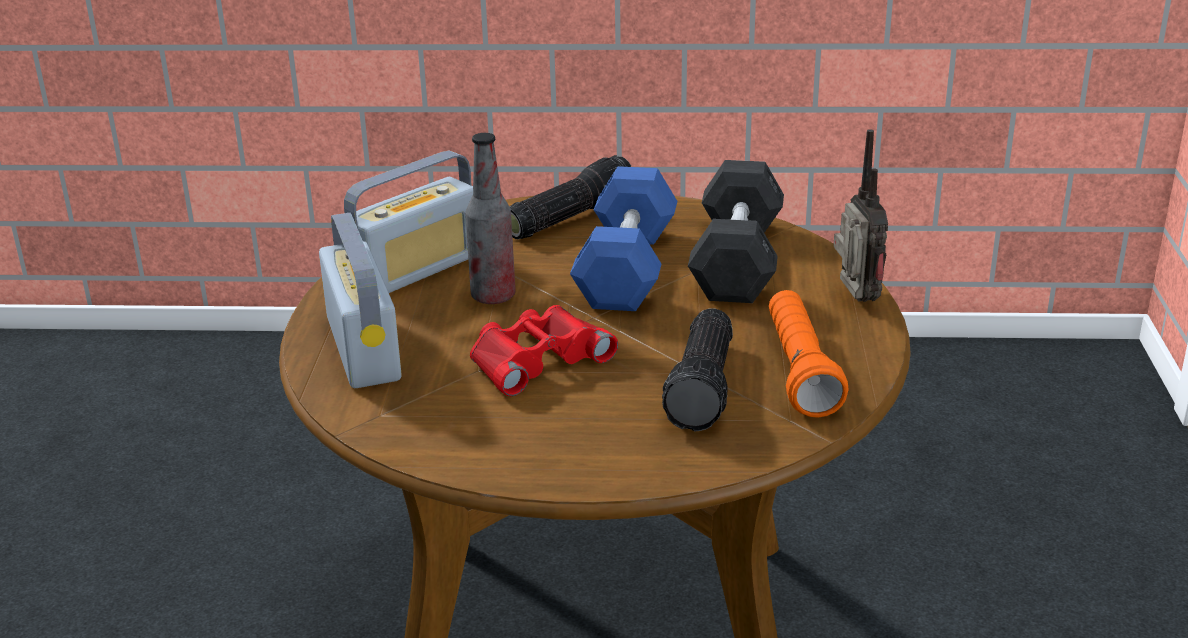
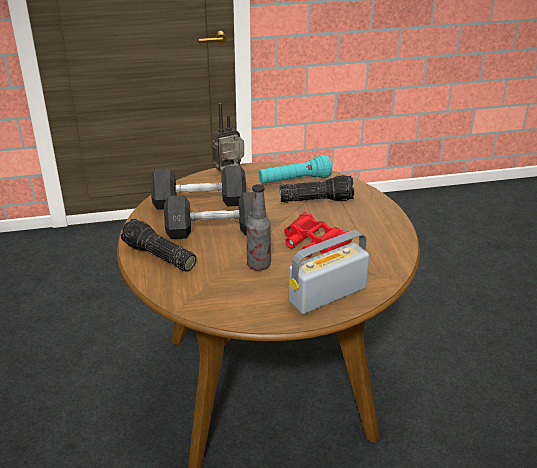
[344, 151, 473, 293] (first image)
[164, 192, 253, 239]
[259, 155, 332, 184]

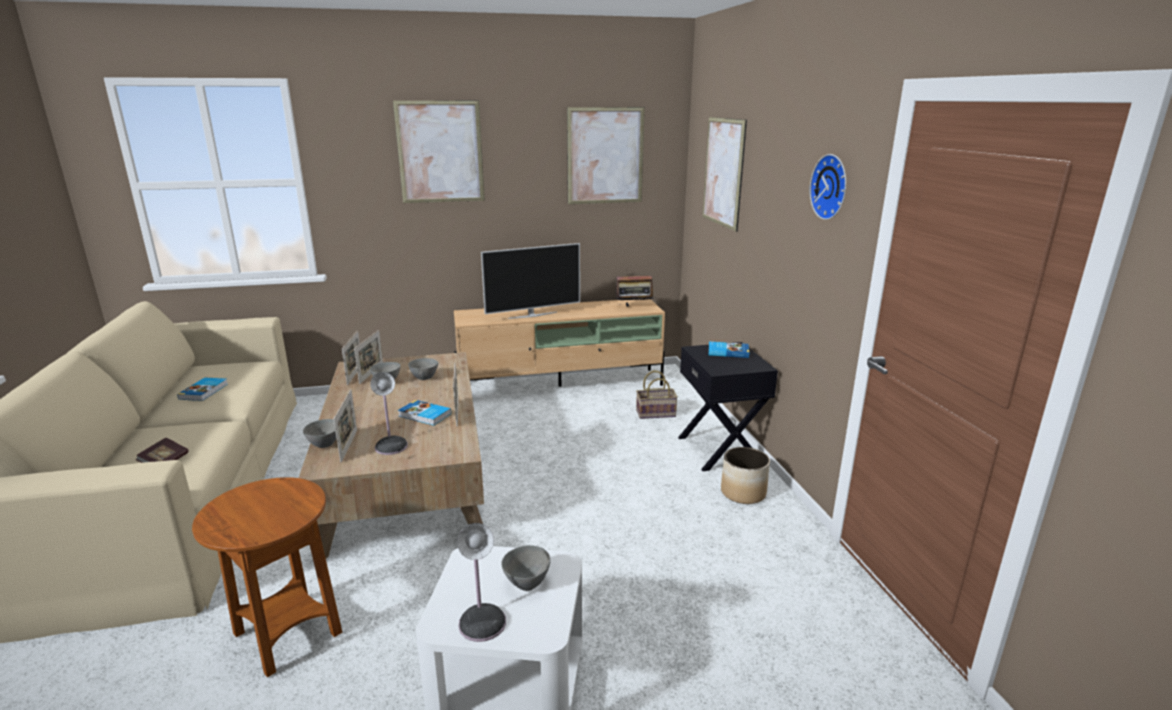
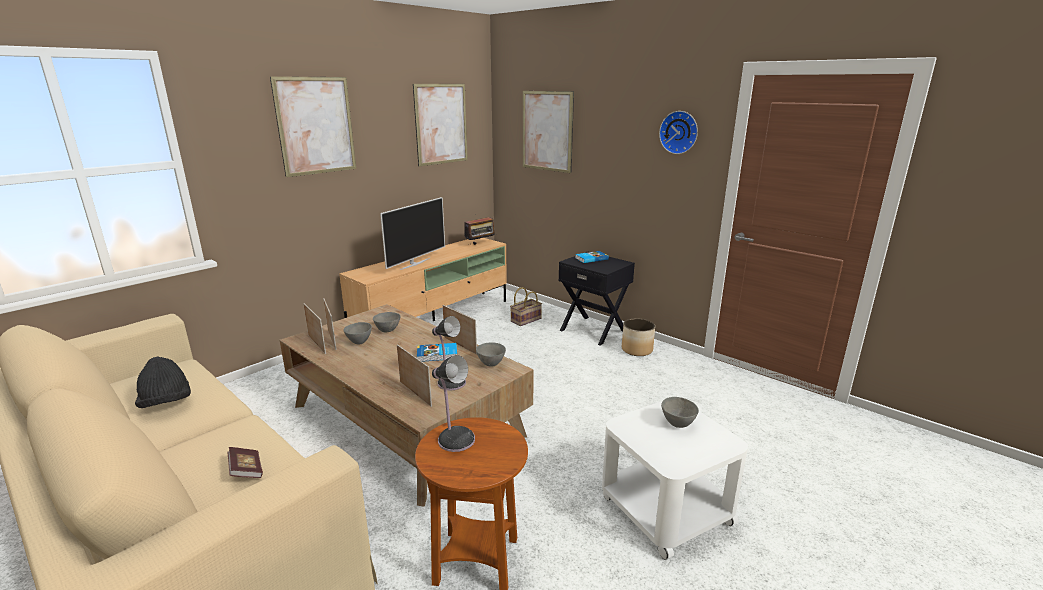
[476, 342, 506, 366]
[432, 355, 475, 452]
[135, 357, 191, 408]

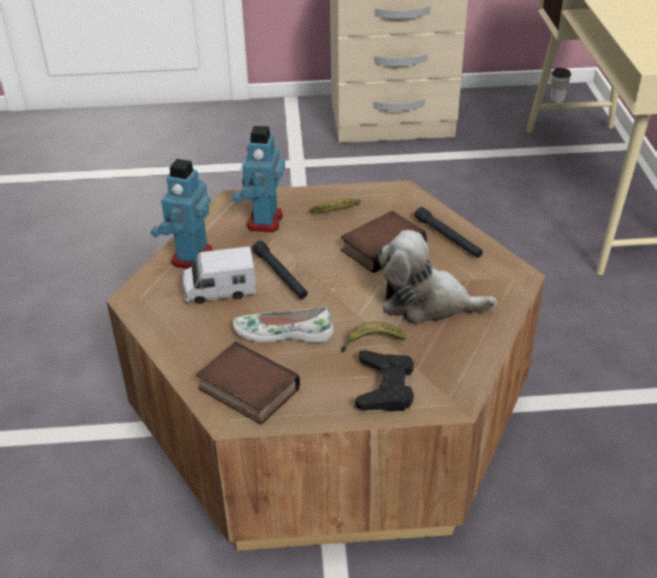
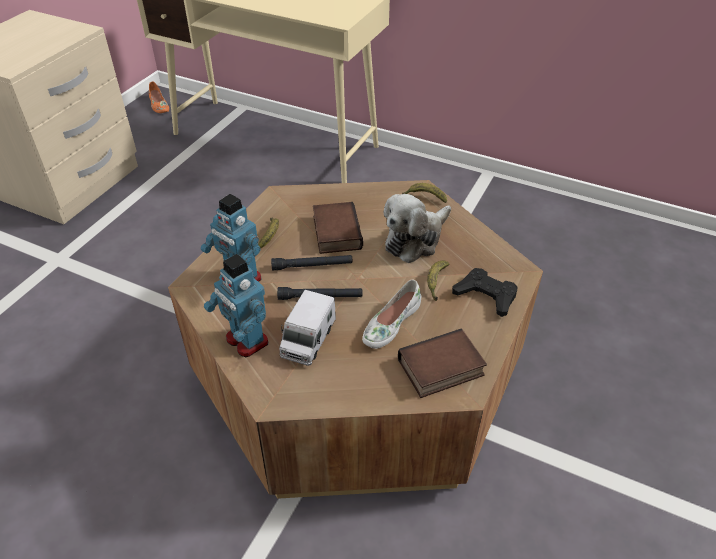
[402, 183, 447, 203]
[271, 255, 352, 270]
[149, 81, 169, 113]

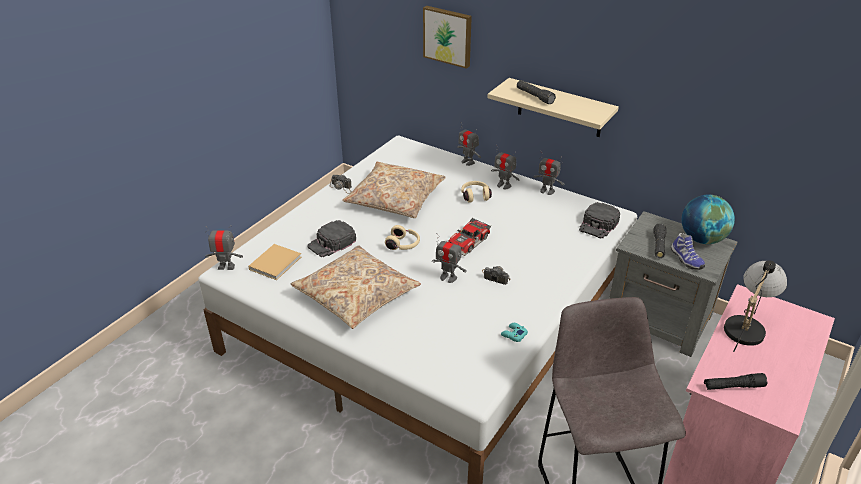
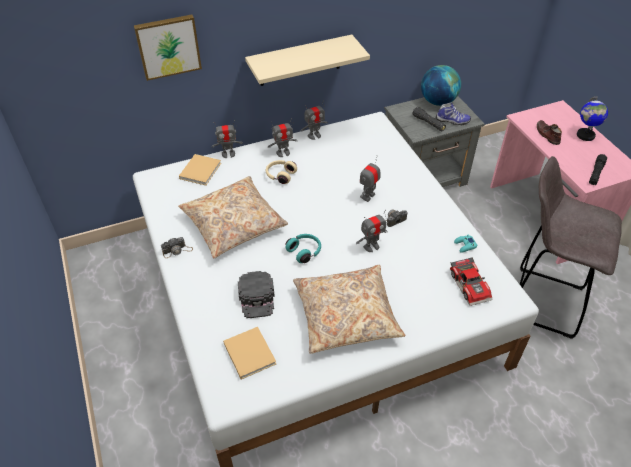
[517, 80, 556, 104] (first image)
[579, 202, 620, 239] (first image)
[179, 154, 221, 186]
[577, 96, 608, 141]
[360, 162, 380, 202]
[450, 258, 493, 306]
[537, 120, 562, 145]
[285, 234, 321, 263]

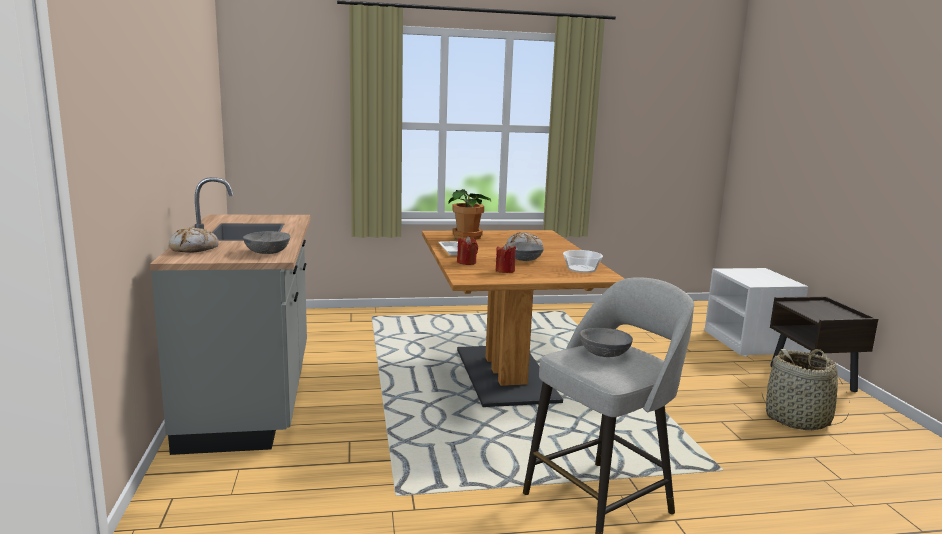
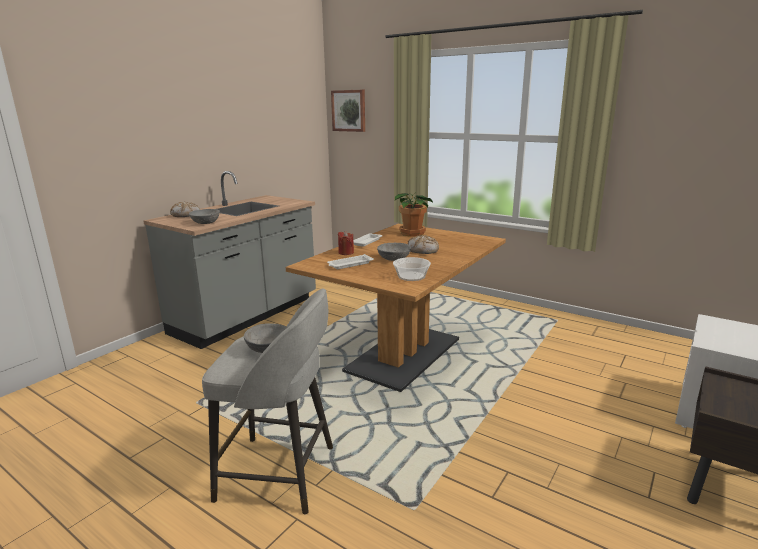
[762, 349, 850, 430] (first image)
[331, 90, 365, 132]
[327, 254, 374, 269]

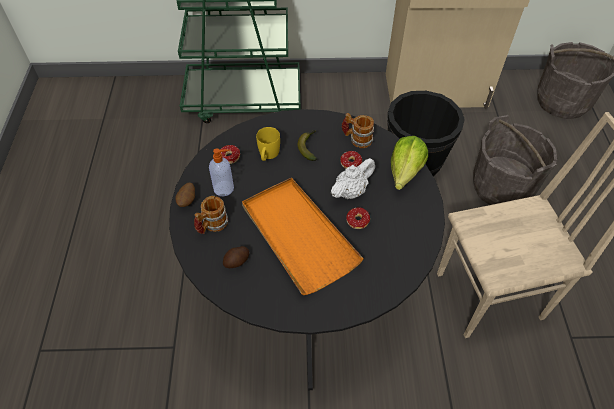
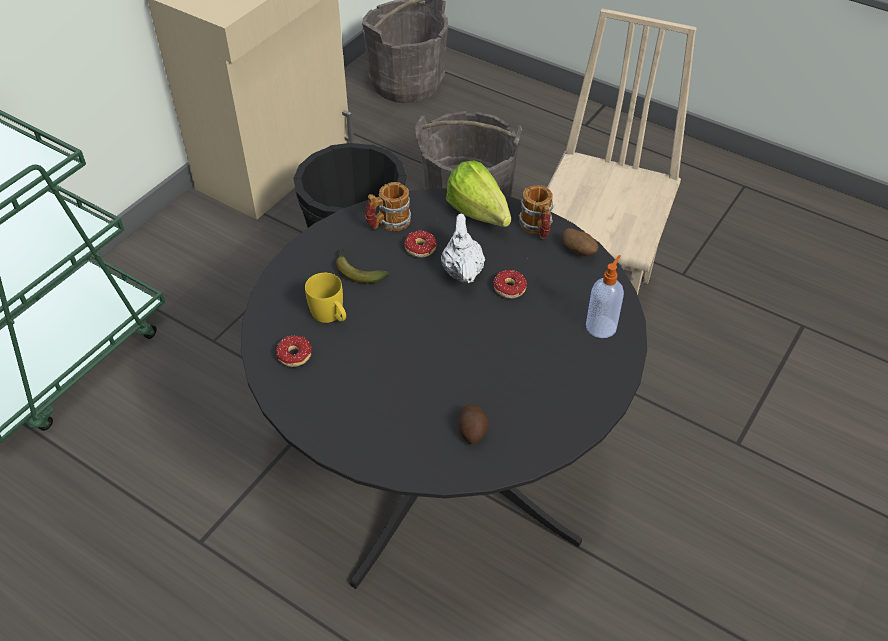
[242, 178, 364, 295] (first image)
[563, 228, 598, 255]
[519, 185, 554, 239]
[586, 255, 624, 338]

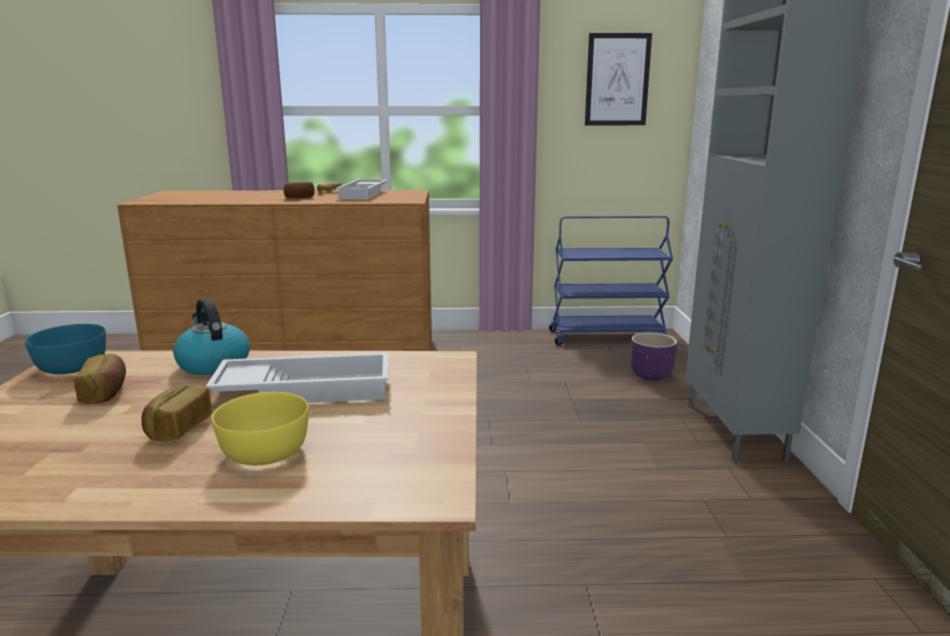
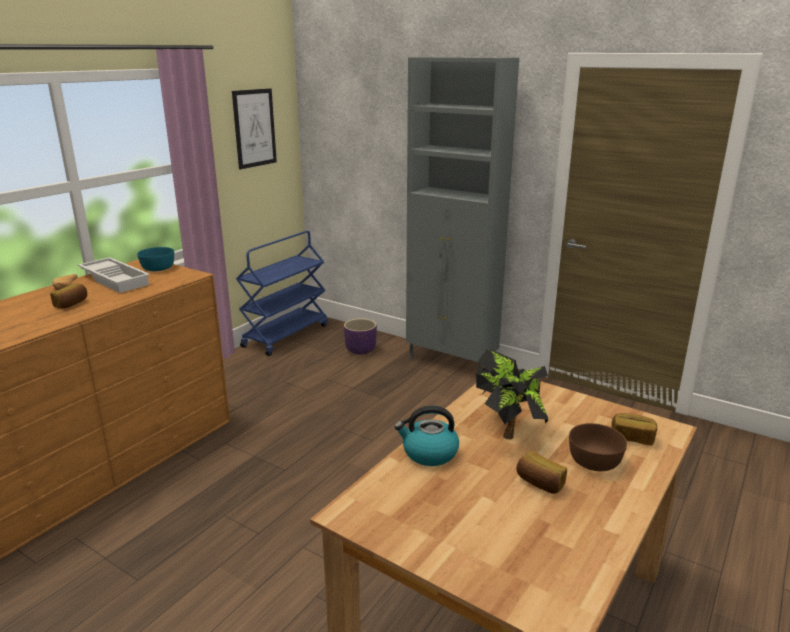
[137, 247, 174, 271]
[612, 413, 657, 446]
[476, 349, 549, 439]
[569, 423, 627, 471]

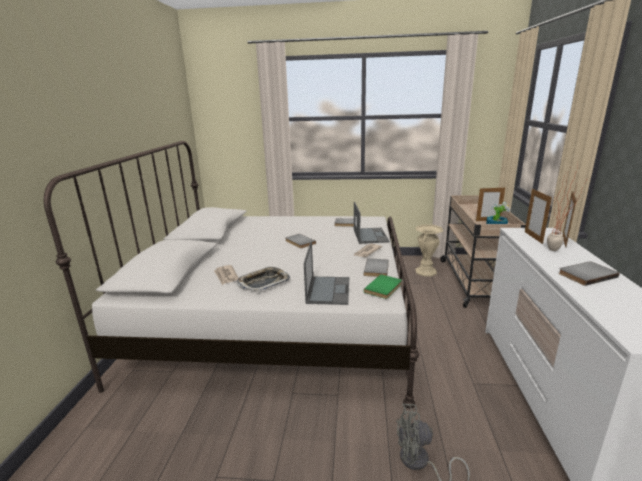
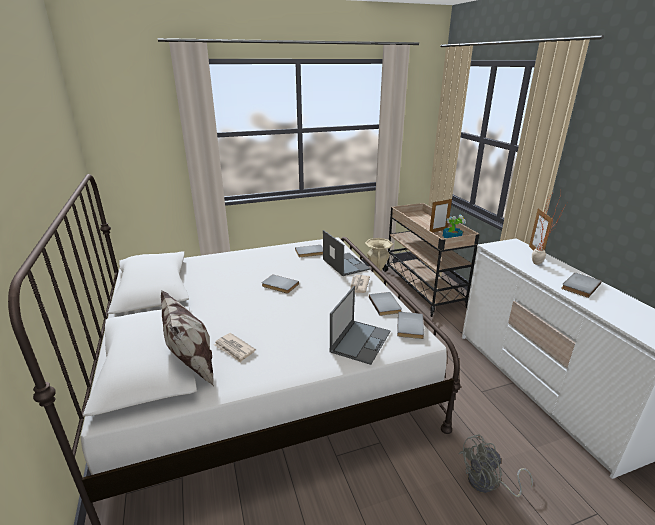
[237, 266, 290, 292] (first image)
[525, 189, 552, 244] (first image)
[161, 290, 214, 386]
[397, 312, 424, 339]
[330, 286, 391, 365]

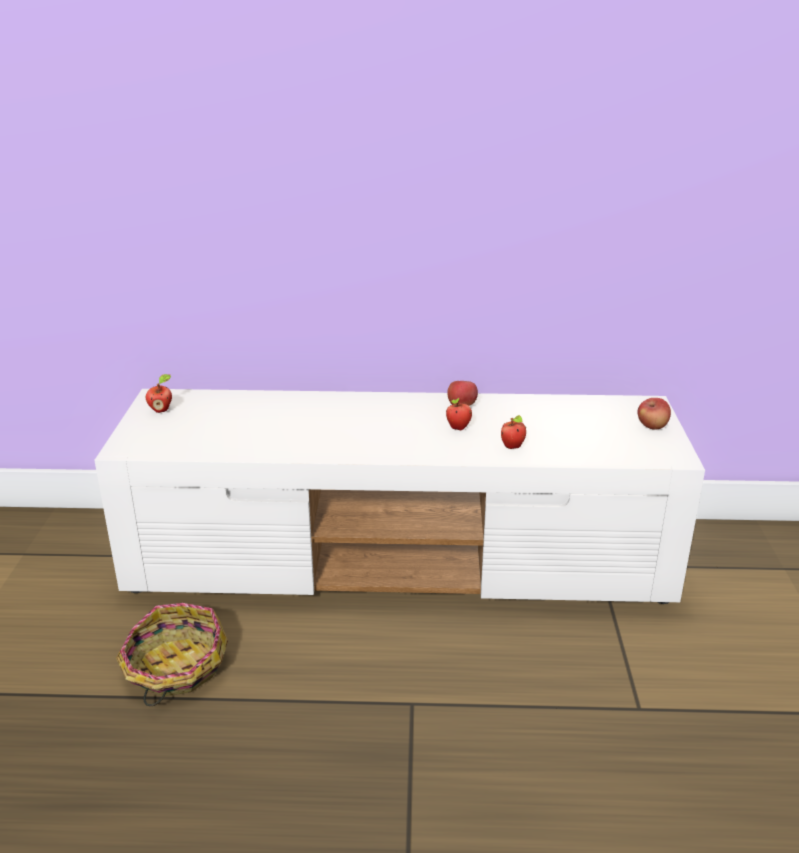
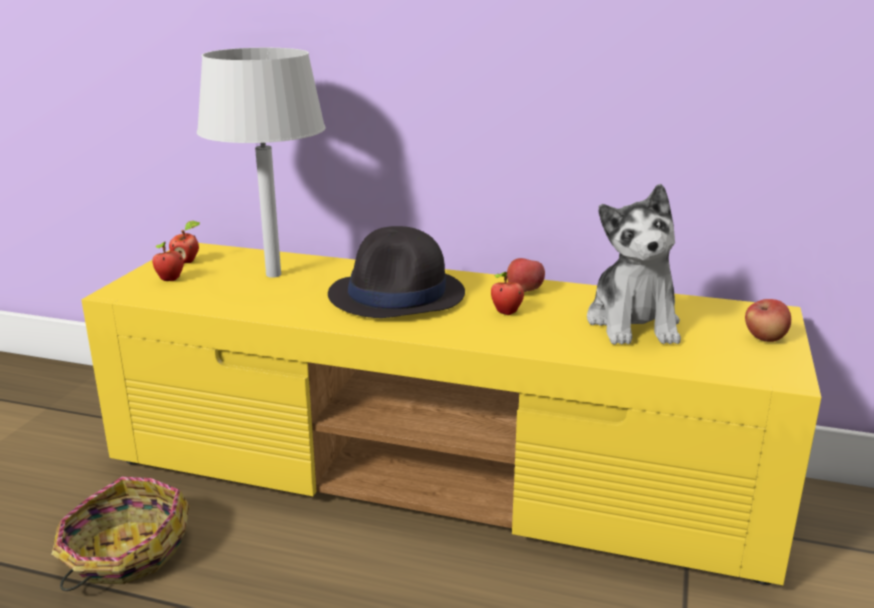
[197, 48, 326, 278]
[328, 226, 465, 318]
[587, 184, 681, 345]
[152, 242, 184, 281]
[81, 243, 821, 585]

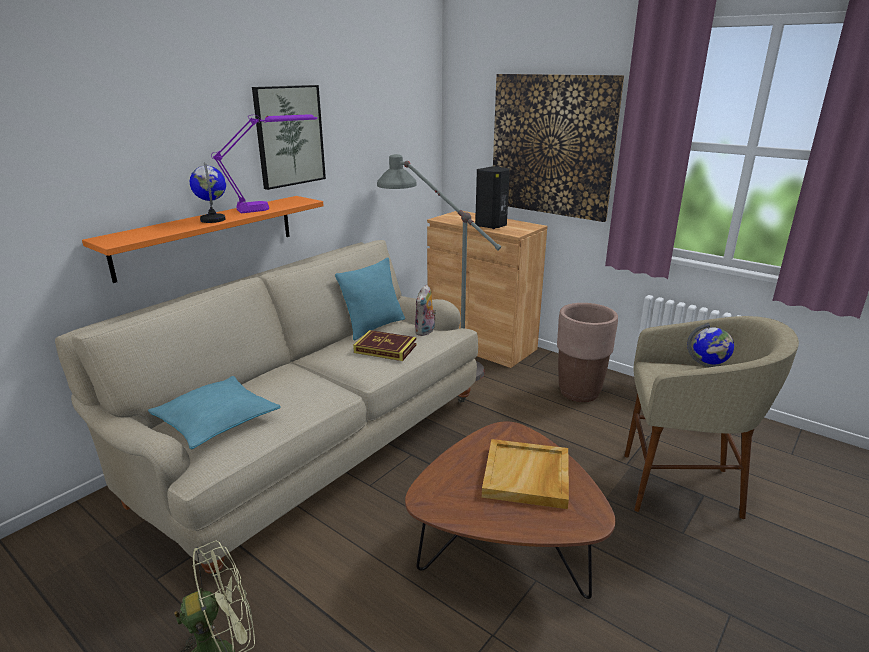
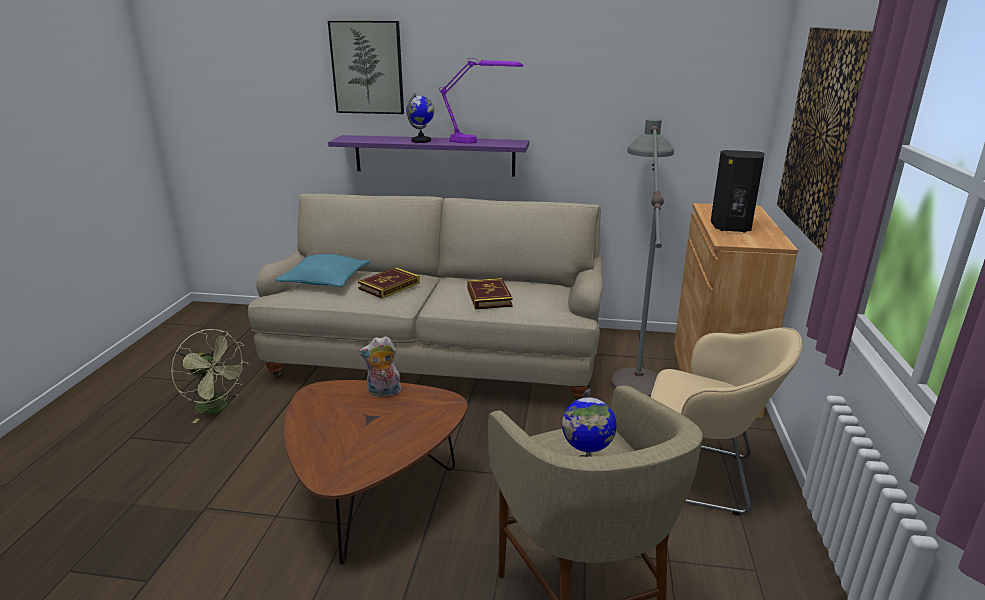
[335, 257, 405, 340] (first image)
[482, 439, 569, 509] (first image)
[358, 267, 420, 299]
[328, 21, 404, 114]
[359, 336, 401, 397]
[651, 327, 803, 516]
[328, 135, 529, 177]

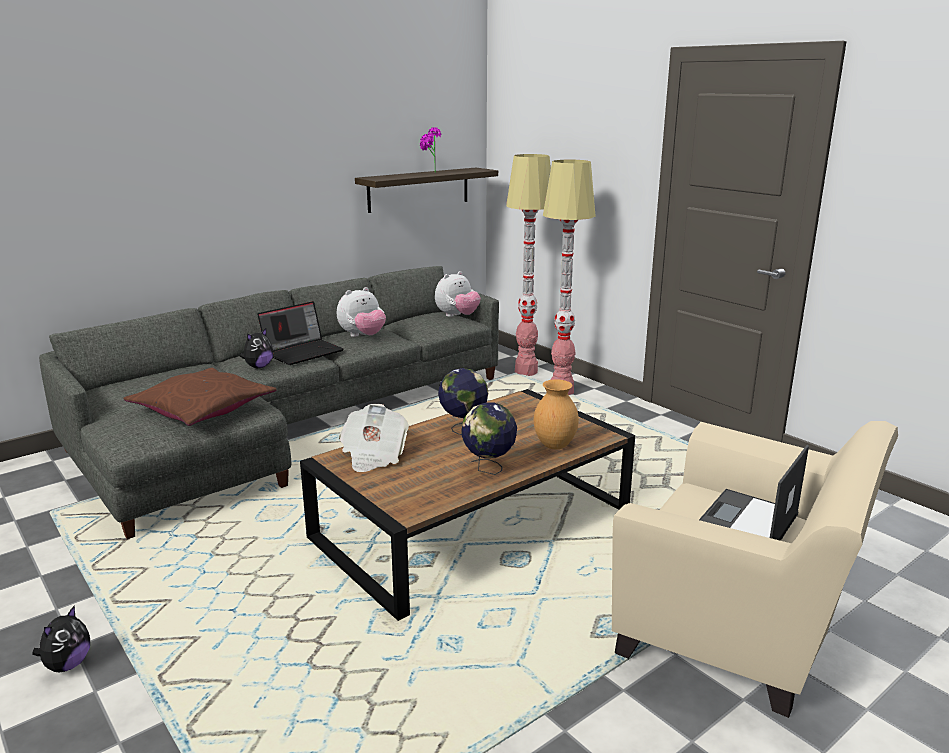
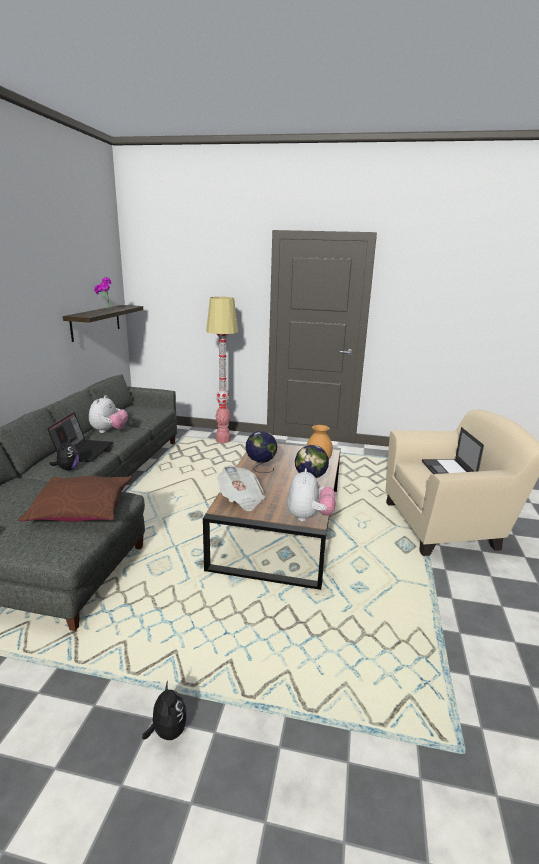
[506, 154, 551, 376] (first image)
[287, 468, 336, 522]

